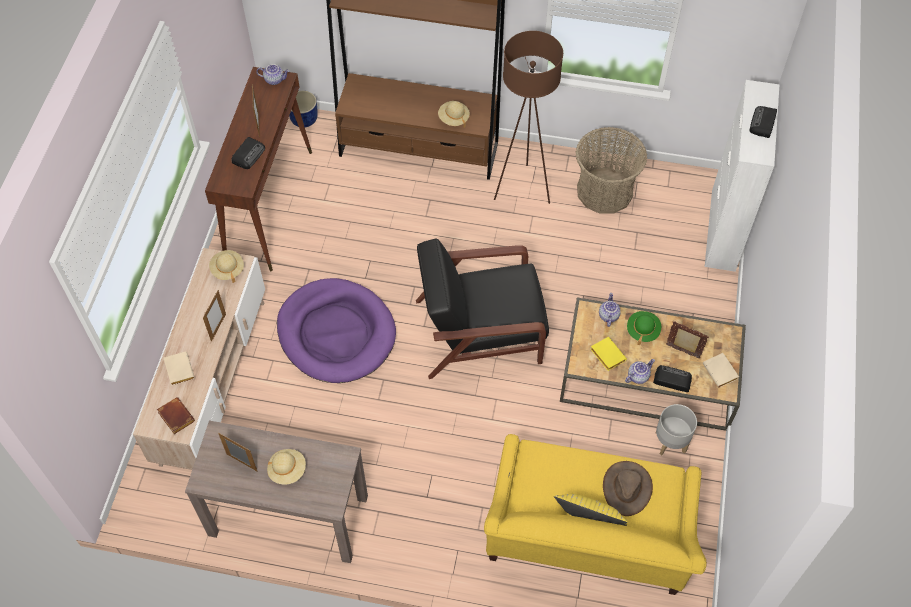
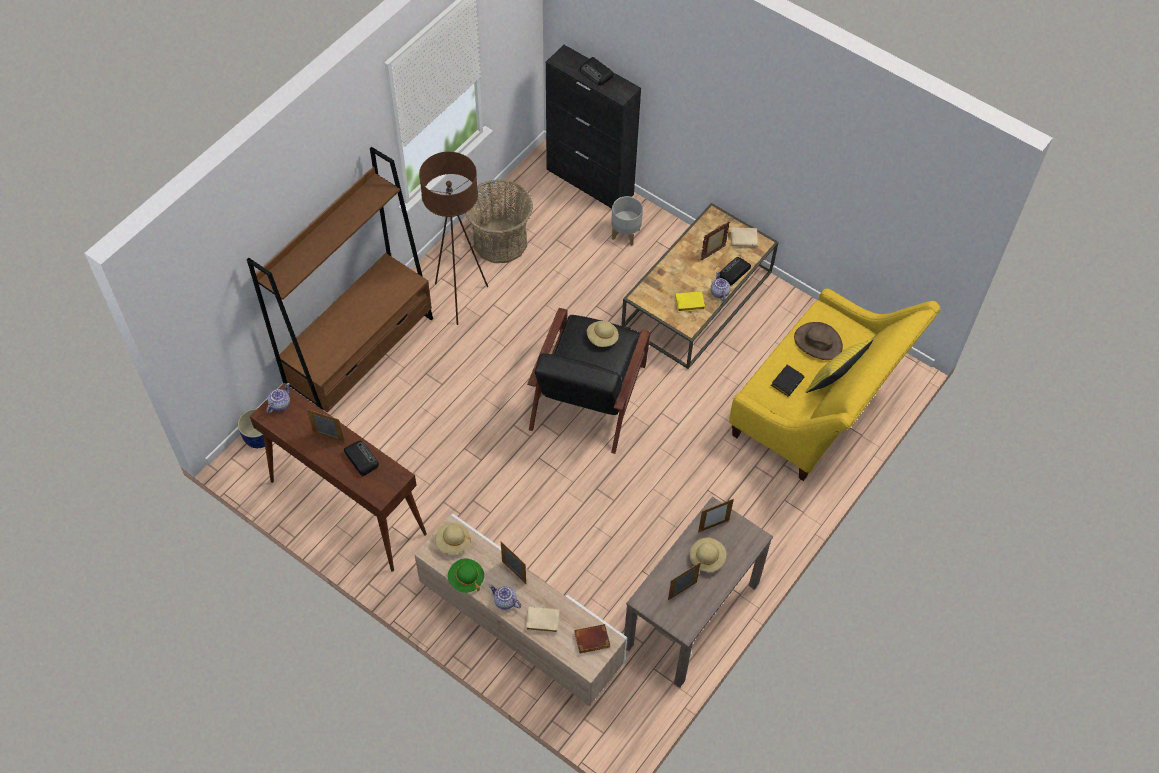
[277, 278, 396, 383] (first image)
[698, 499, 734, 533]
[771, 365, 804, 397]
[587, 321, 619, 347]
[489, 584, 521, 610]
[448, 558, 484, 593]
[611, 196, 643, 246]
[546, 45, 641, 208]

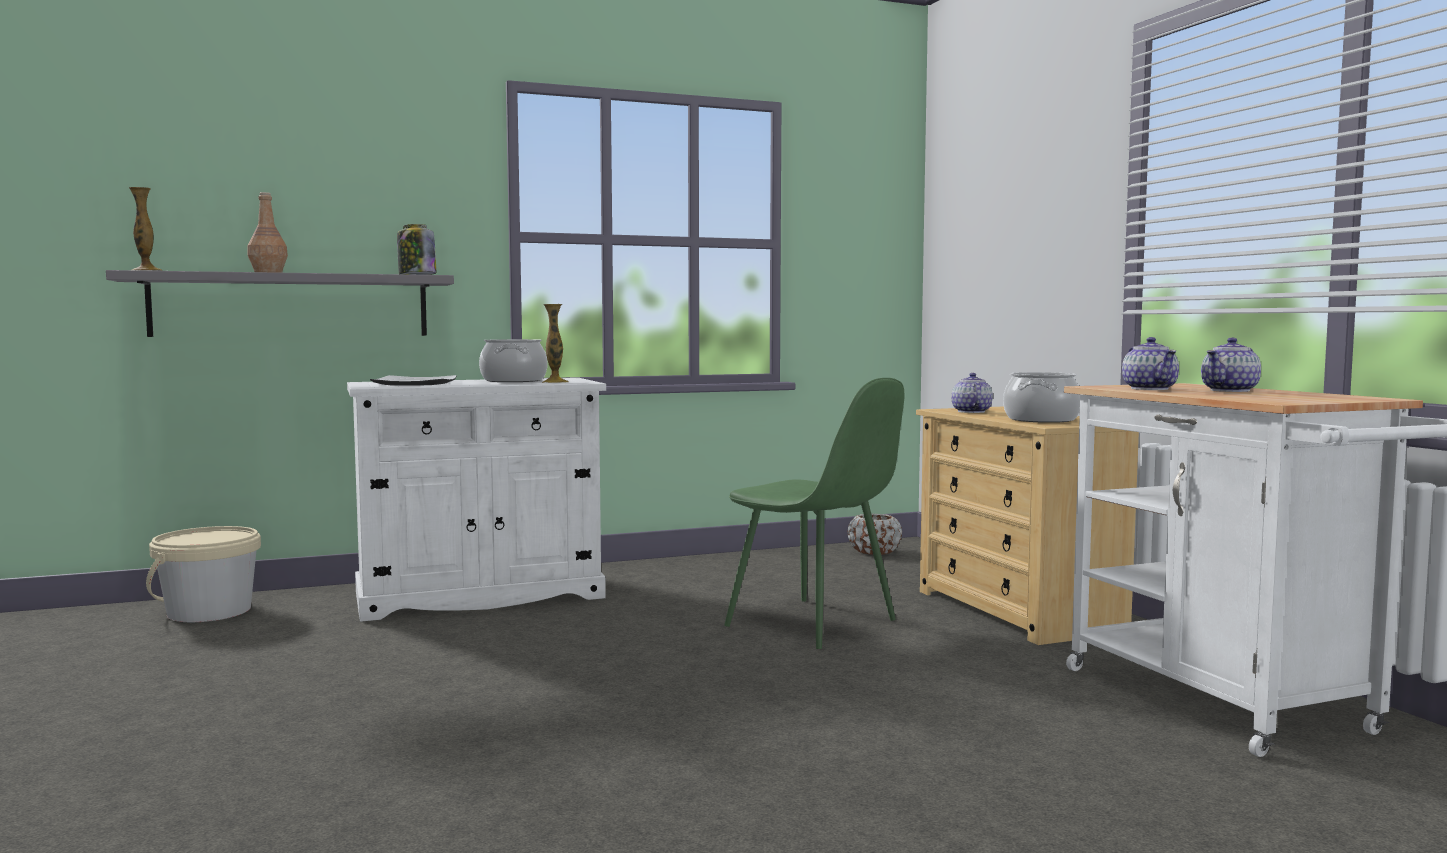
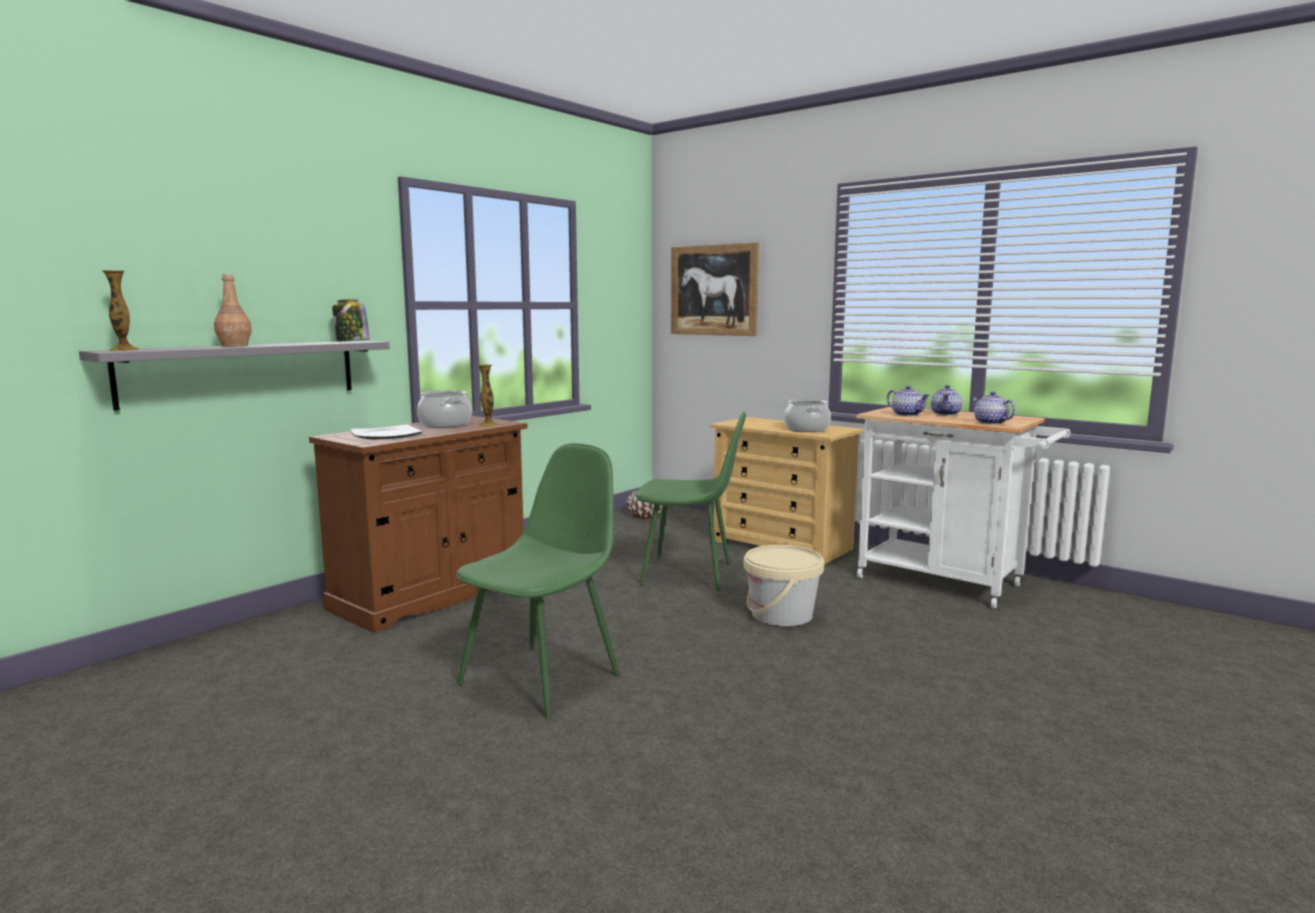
[456, 443, 619, 719]
[671, 242, 759, 336]
[744, 545, 824, 626]
[971, 392, 1016, 424]
[309, 416, 528, 633]

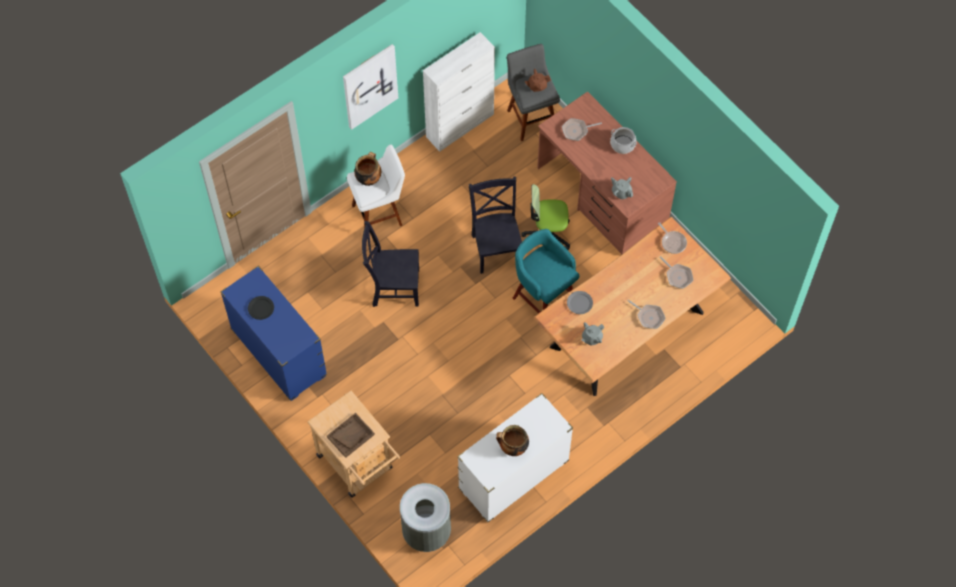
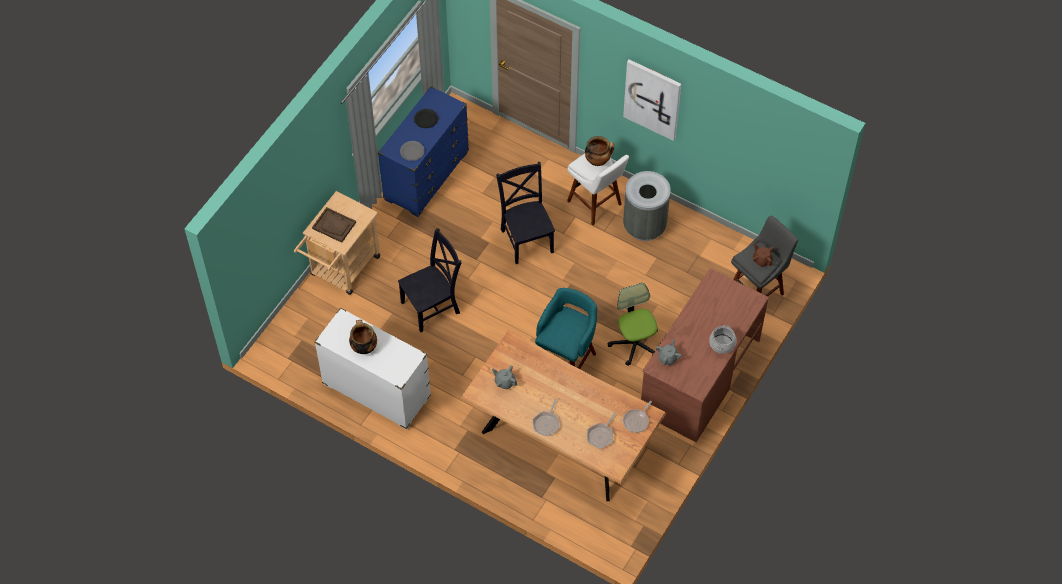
[423, 32, 495, 152] (first image)
[562, 118, 602, 141] (first image)
[623, 171, 671, 241]
[398, 228, 462, 332]
[400, 141, 425, 161]

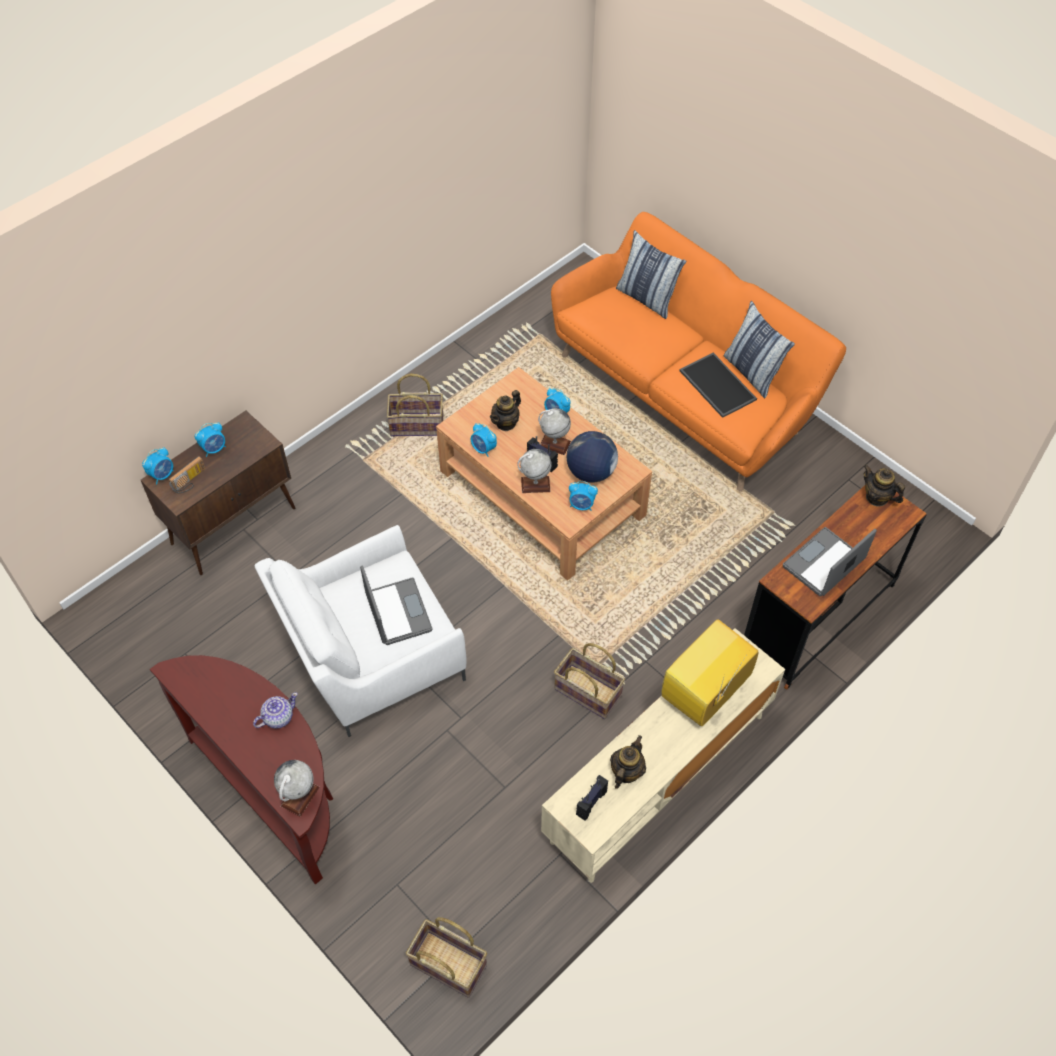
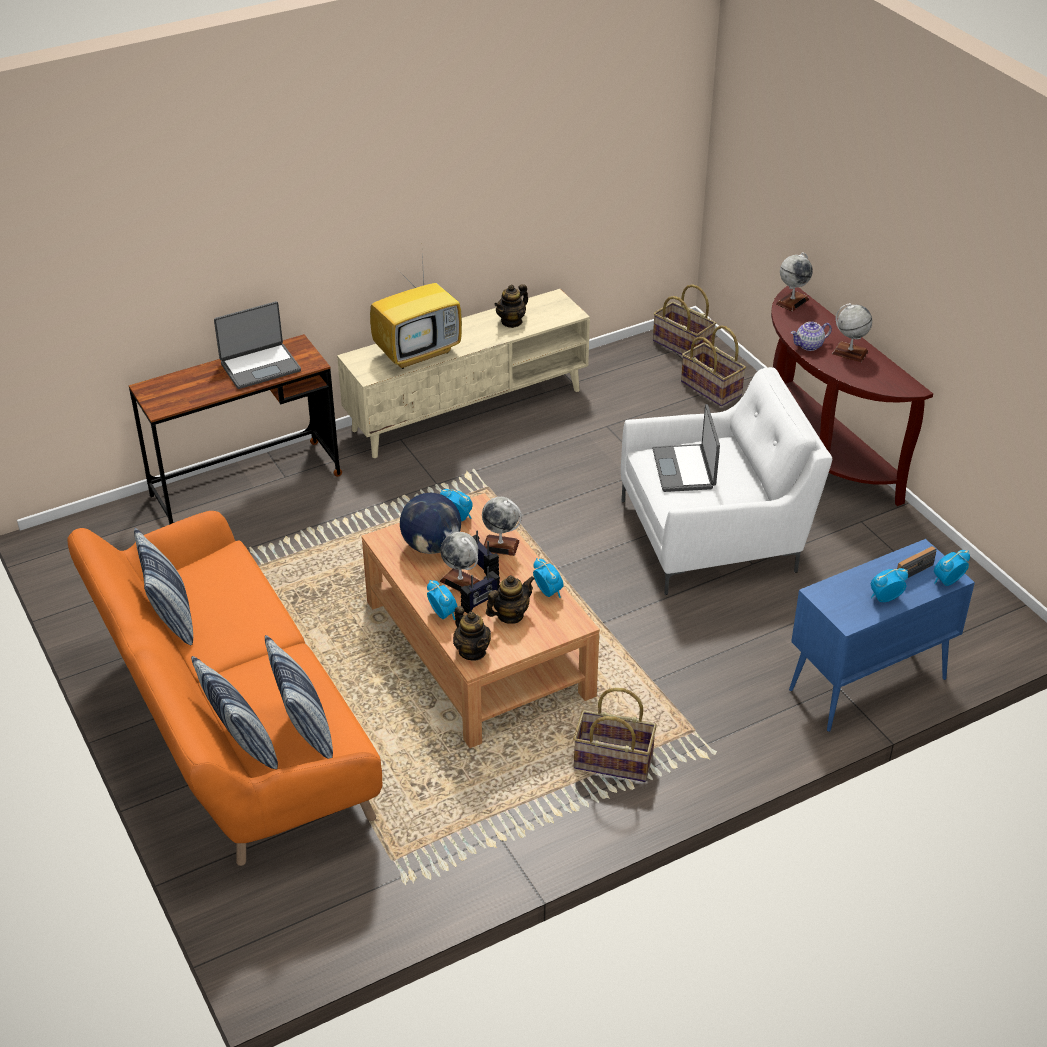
[679, 353, 757, 418] (first image)
[265, 635, 333, 759]
[832, 303, 872, 362]
[681, 326, 746, 406]
[460, 567, 500, 614]
[453, 606, 491, 660]
[789, 539, 975, 732]

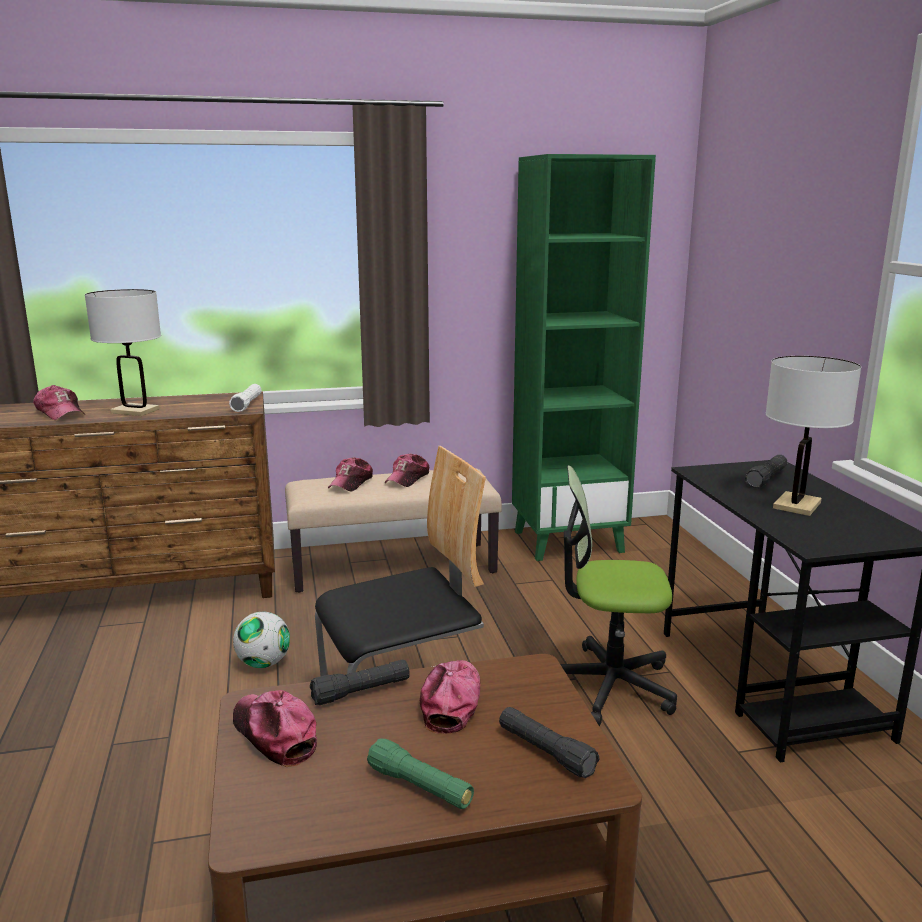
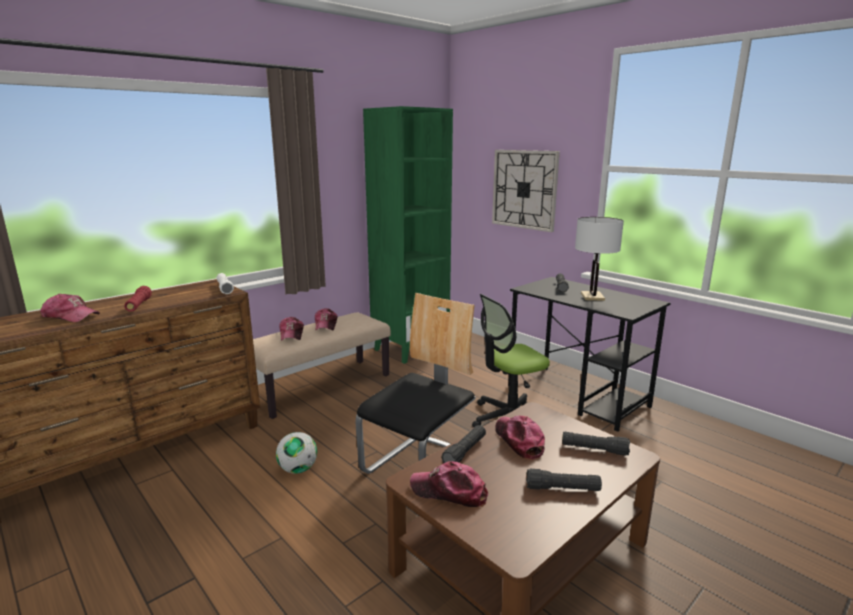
[492, 150, 560, 232]
[124, 286, 152, 312]
[526, 469, 602, 491]

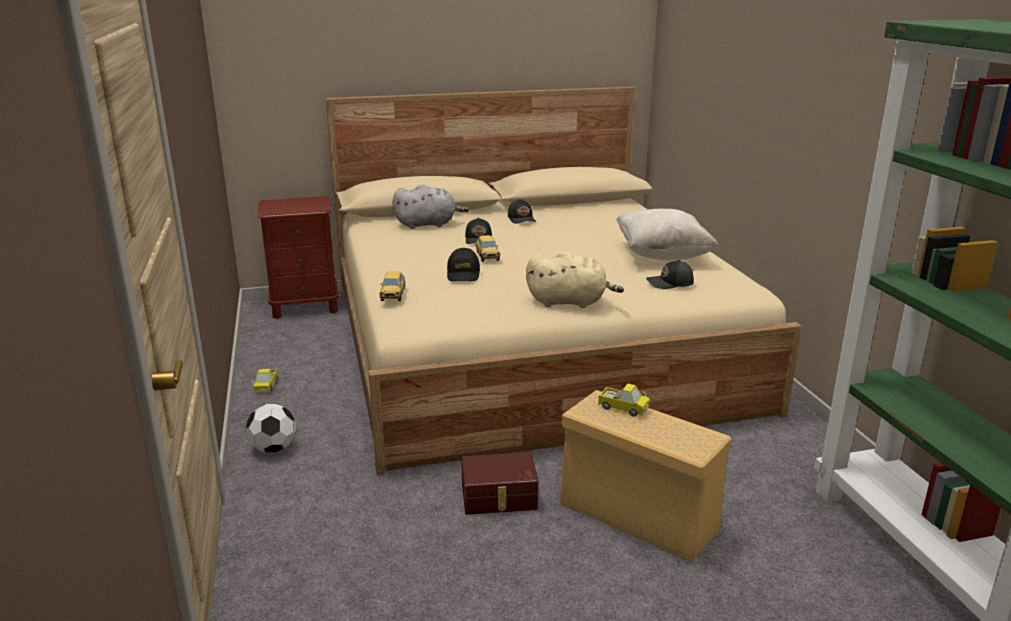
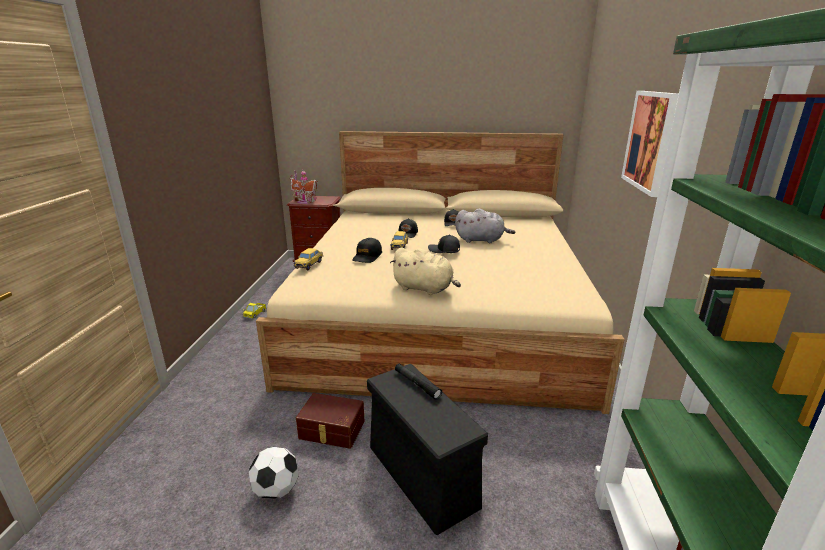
[616, 209, 719, 260] (first image)
[290, 170, 318, 204]
[621, 91, 679, 197]
[249, 447, 299, 499]
[455, 209, 515, 243]
[428, 234, 460, 253]
[395, 364, 442, 400]
[367, 364, 488, 535]

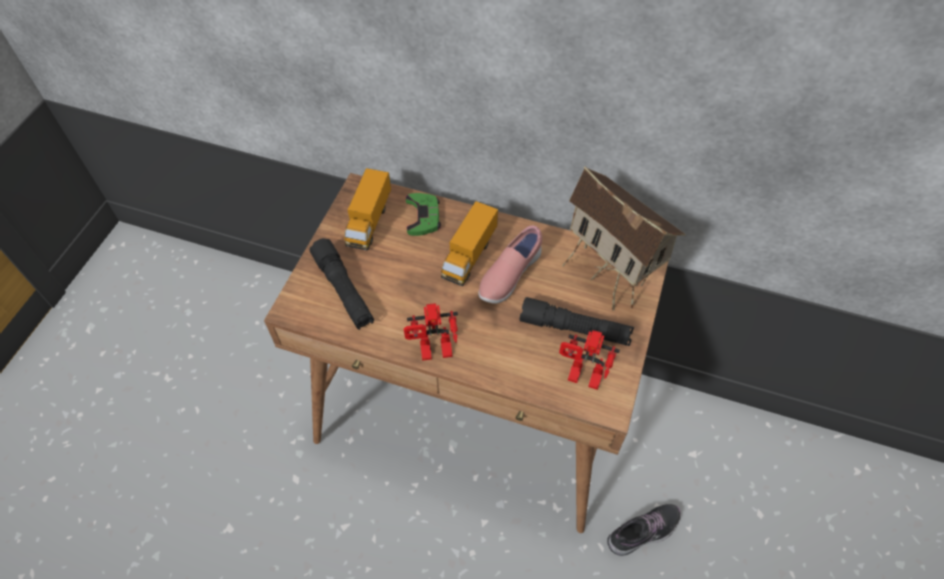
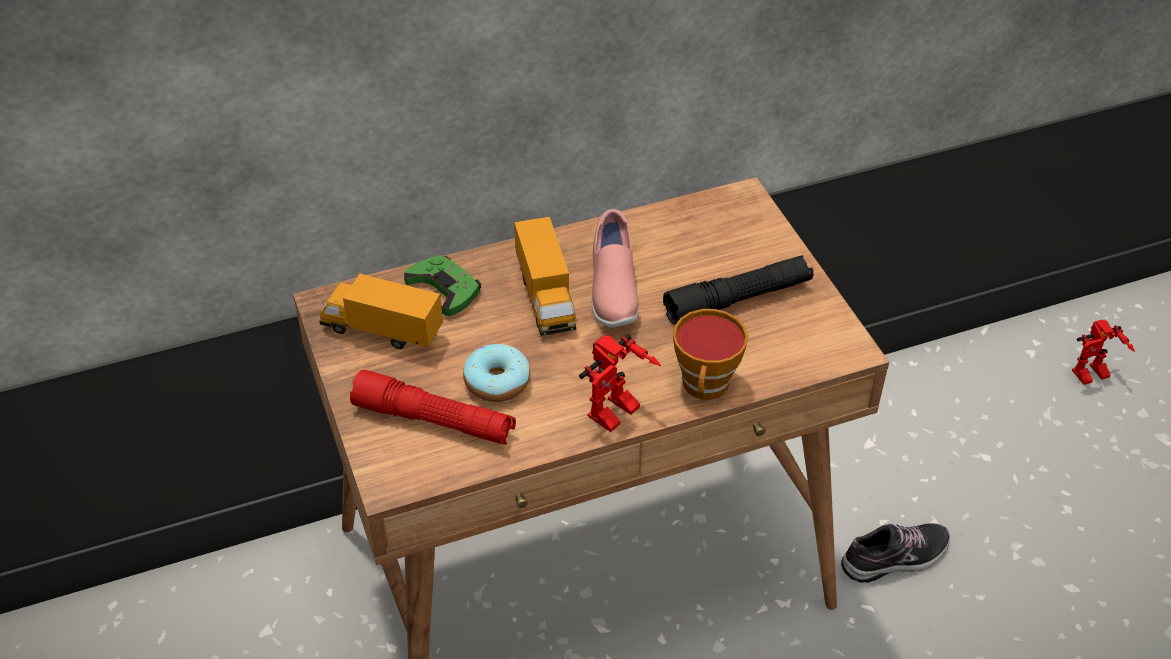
[562, 166, 686, 311] (first image)
[463, 344, 530, 402]
[673, 309, 748, 400]
[1072, 320, 1135, 385]
[350, 370, 516, 445]
[319, 273, 443, 349]
[841, 523, 950, 583]

